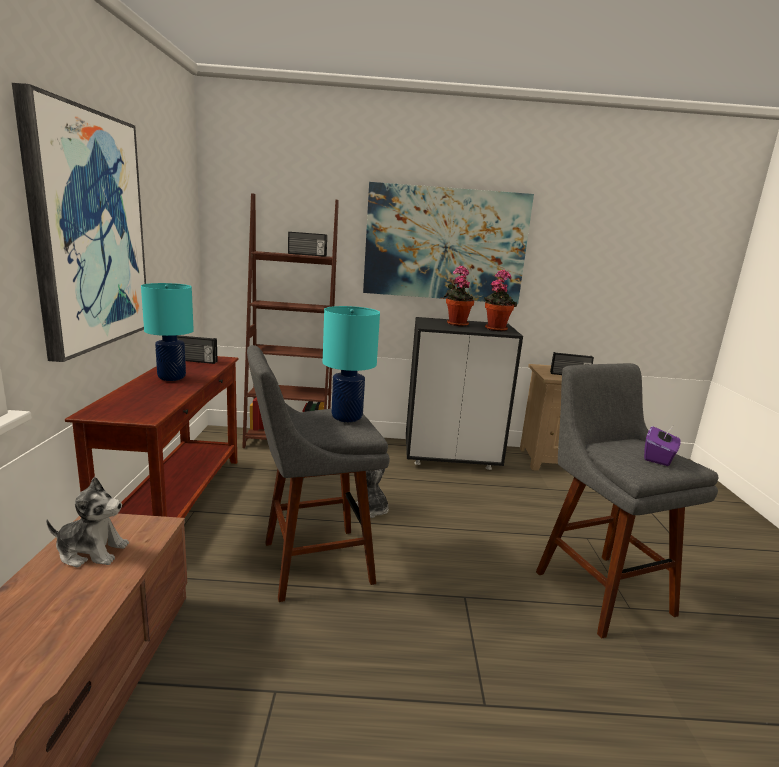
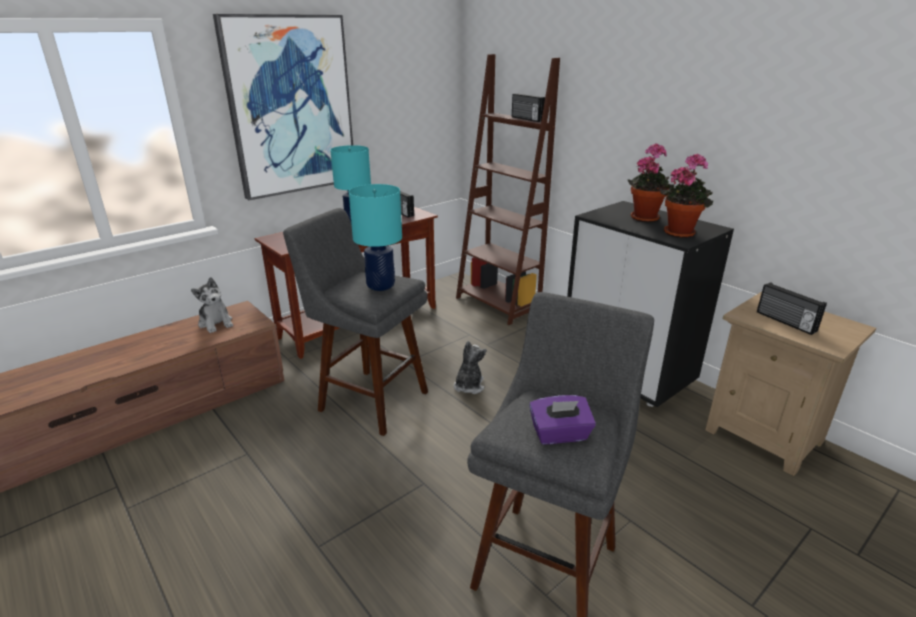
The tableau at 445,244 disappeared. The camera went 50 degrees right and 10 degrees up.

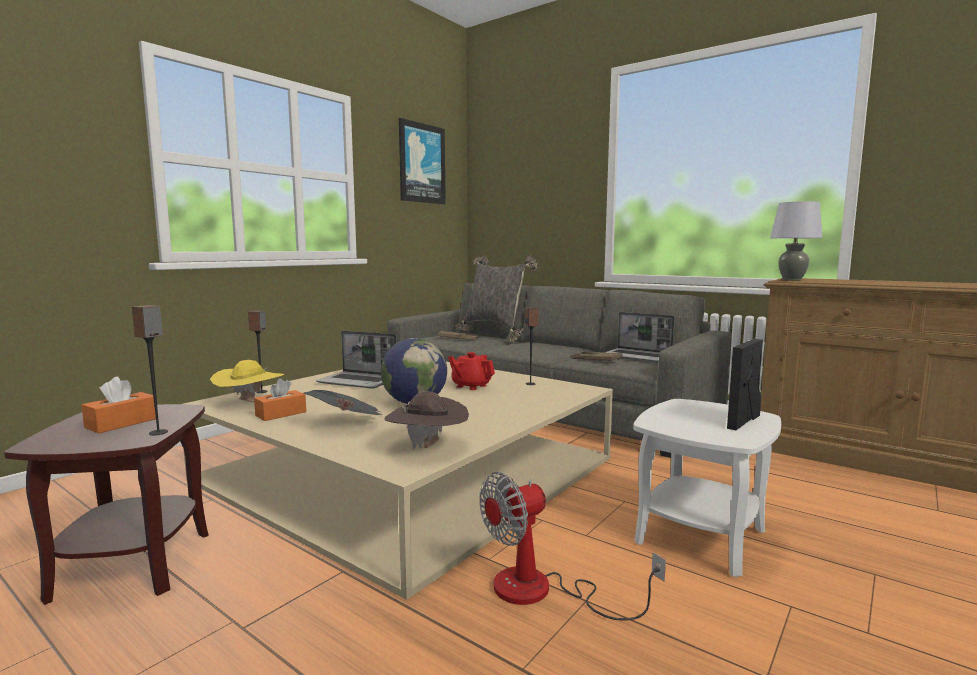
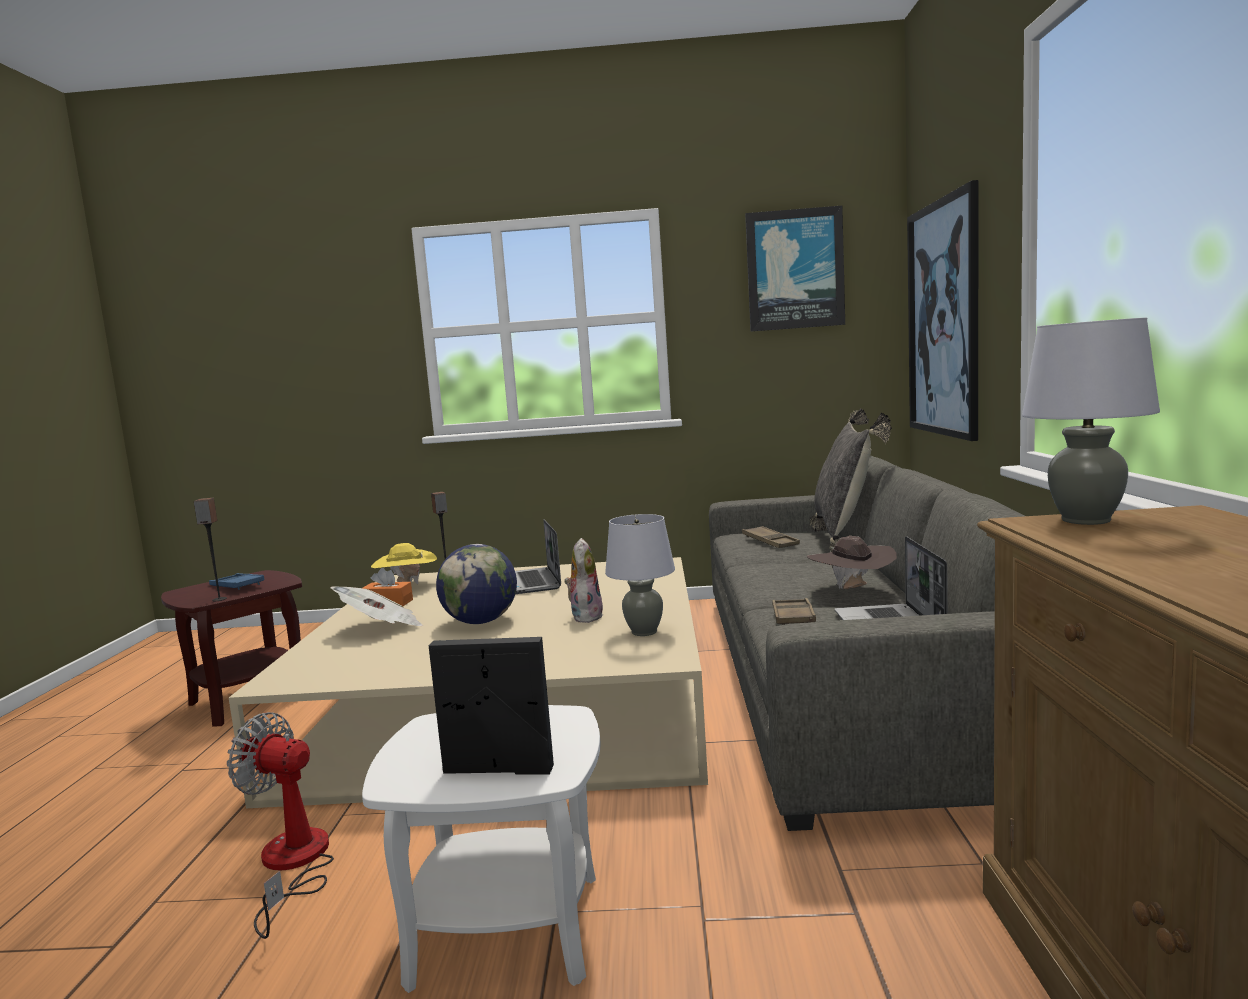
The tableau at 943,319 appeared. The chapeau (marron) moved from 428,447 to 852,590. The boîte à mouchoirs (orange) at 122,423 was replaced by the plateau (bleu) at 237,586. The théière (rouge) at 471,386 was replaced by the peluche at 585,616. The enceinte at 530,384 was replaced by the lampe de table (gris) at 644,632. The camera went 55 degrees right and 0 degrees up.

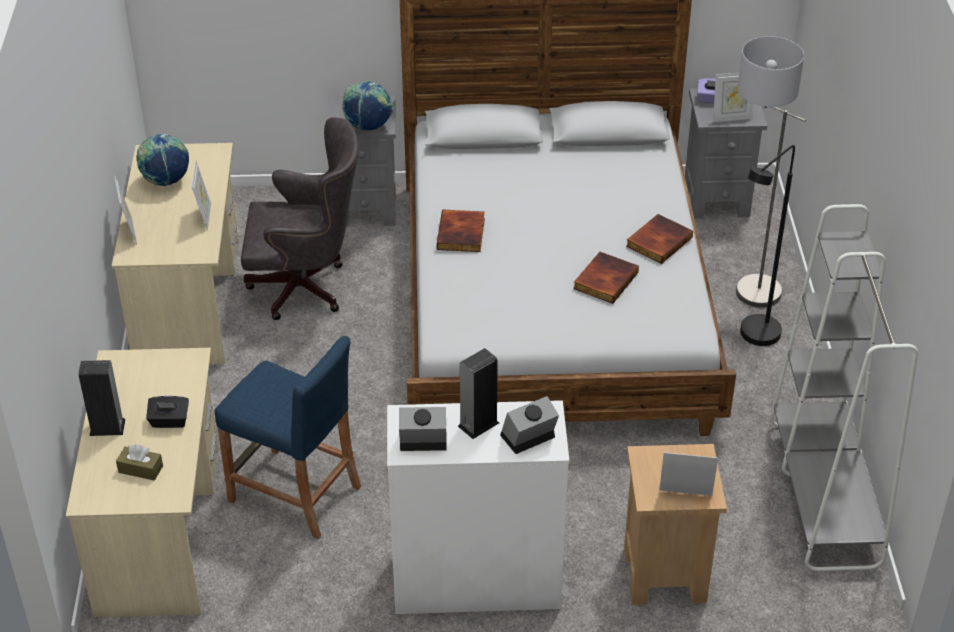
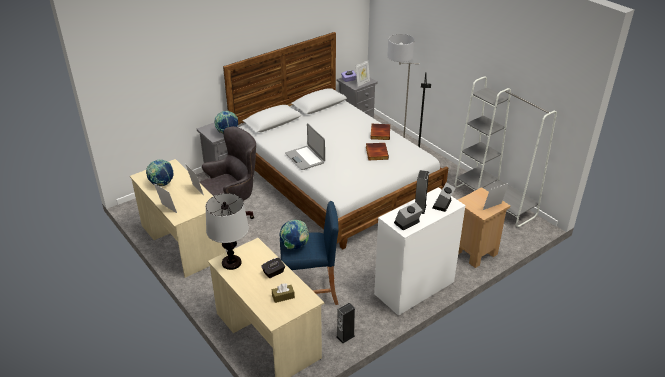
The lampe de table at 231,262 appeared. The globe at 294,246 appeared. The enceinte moved from 107,427 to 345,336. The livre at 462,234 was replaced by the ordinateur portable at 305,158. The camera went 35 degrees left and 5 degrees down.

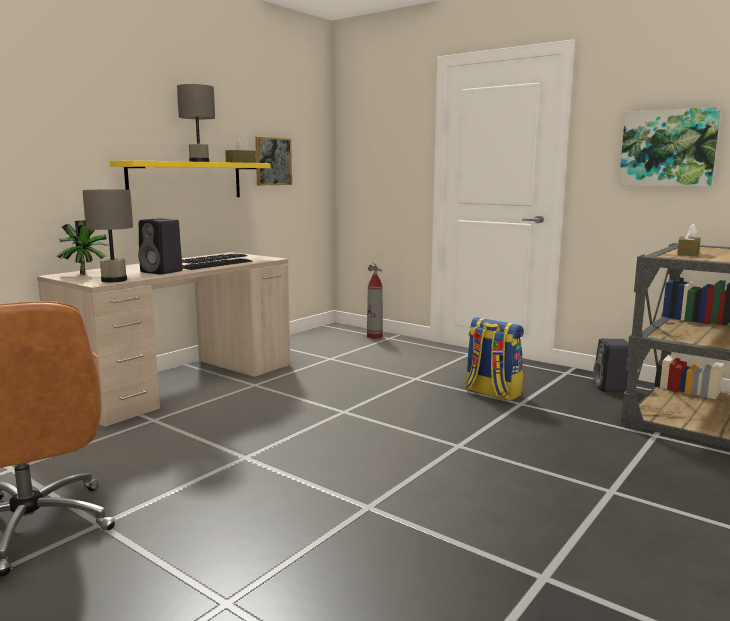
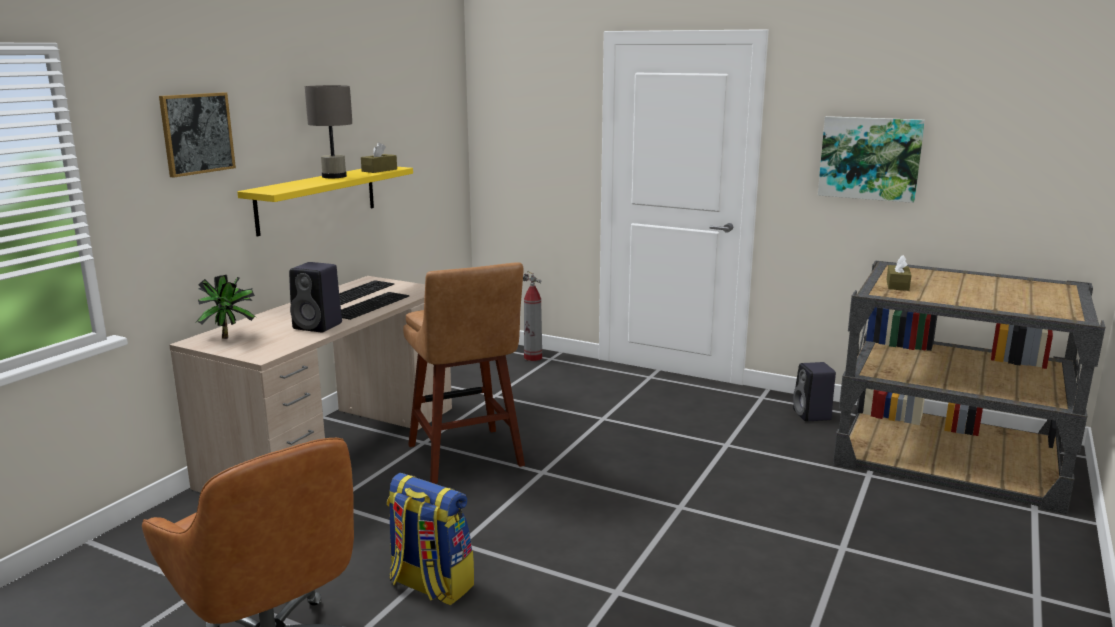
The lampe de table (gris) at 114,280 disappeared. The tabouret (marron) at 466,457 appeared. The tableau moved from 273,161 to 197,133. The sac à dos moved from 491,393 to 430,585. The camera went 10 degrees left and 5 degrees up.

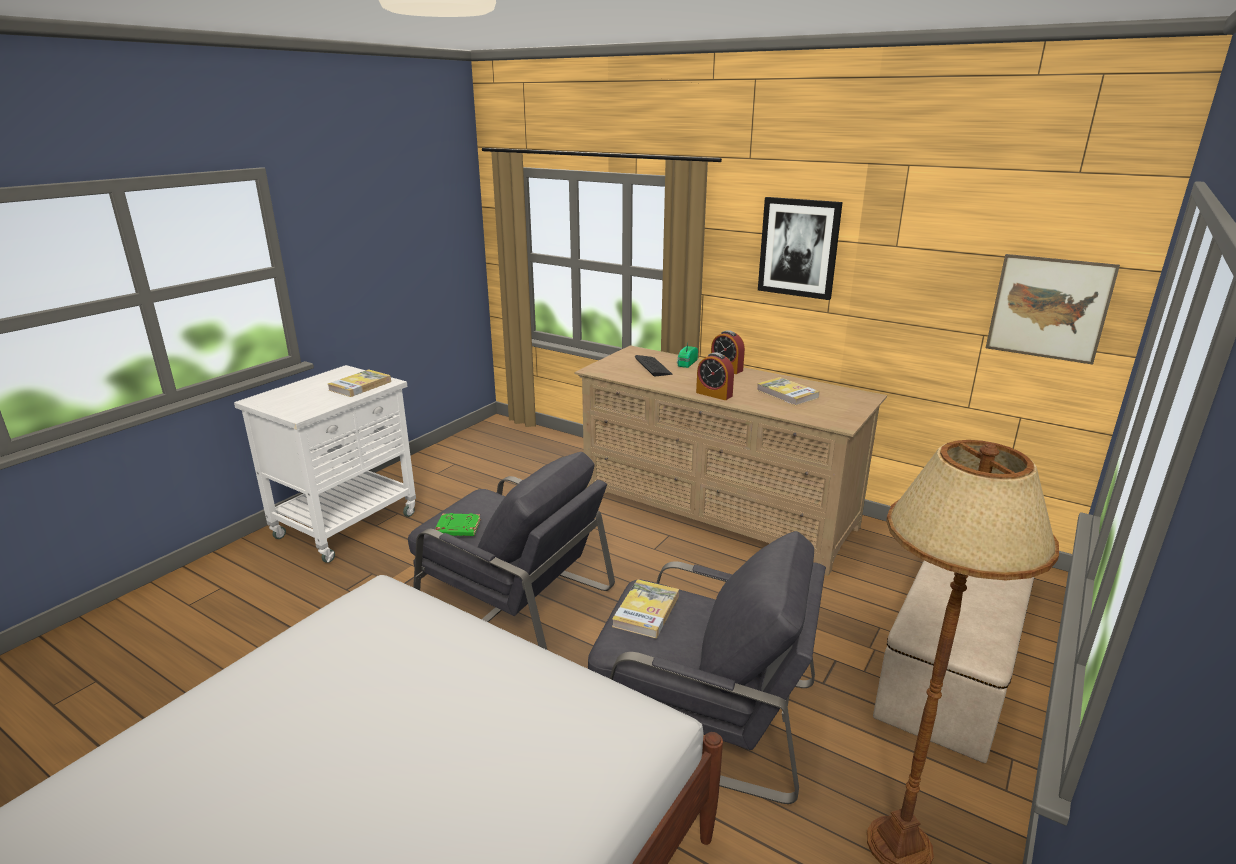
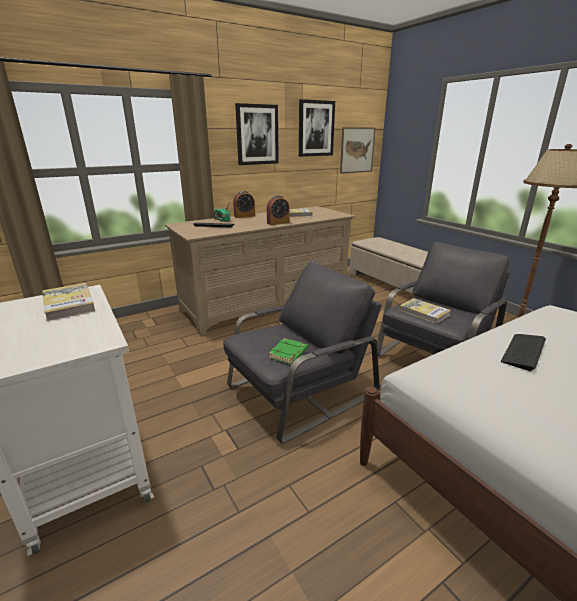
The tableau at 316,128 appeared. The clavier at 523,351 appeared. The camera went 65 degrees left and 0 degrees up.

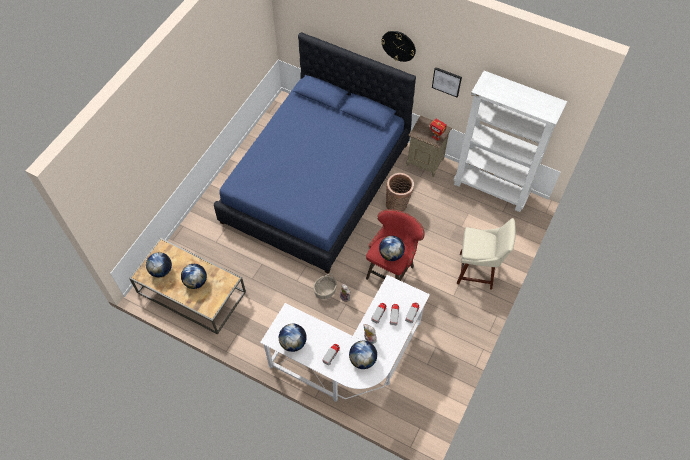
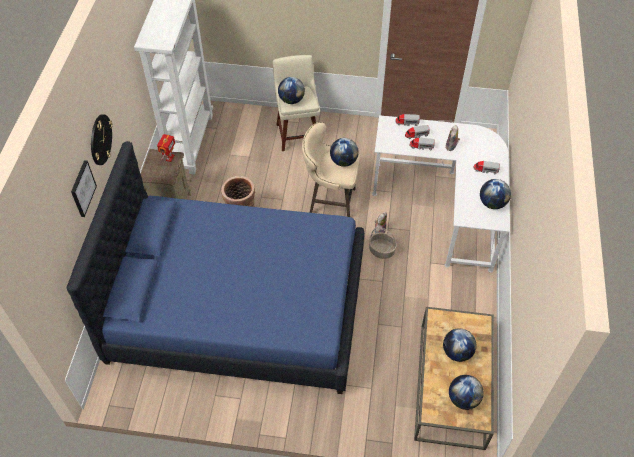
The globe moved from 362,359 to 291,100. The tableau moved from 447,81 to 82,188. The tabouret (rouge) at 391,271 became the tabouret (beige) at 329,200. The camera went 110 degrees left and 5 degrees down.

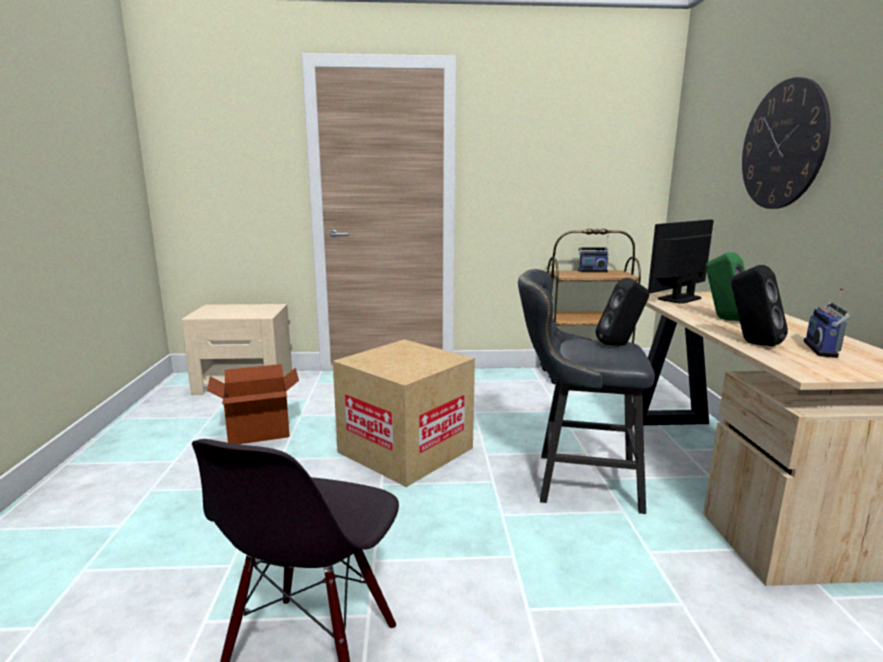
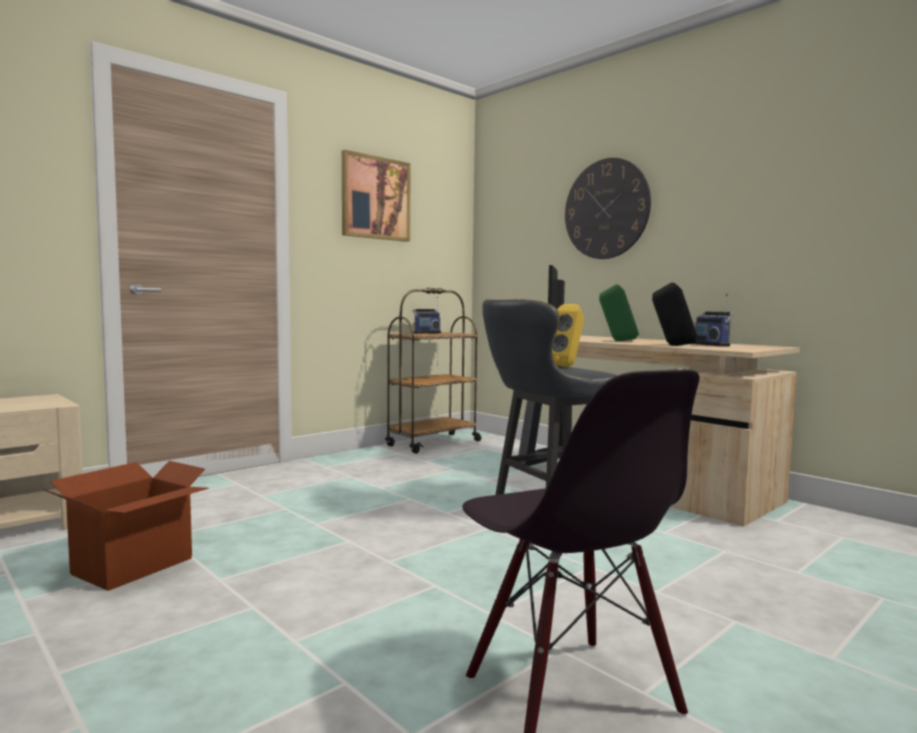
The carton at 405,450 disappeared. The tableau at 375,198 appeared. The enceinte (noir) at 620,345 became the enceinte (jaune) at 567,366. The camera went 40 degrees left and 10 degrees down.

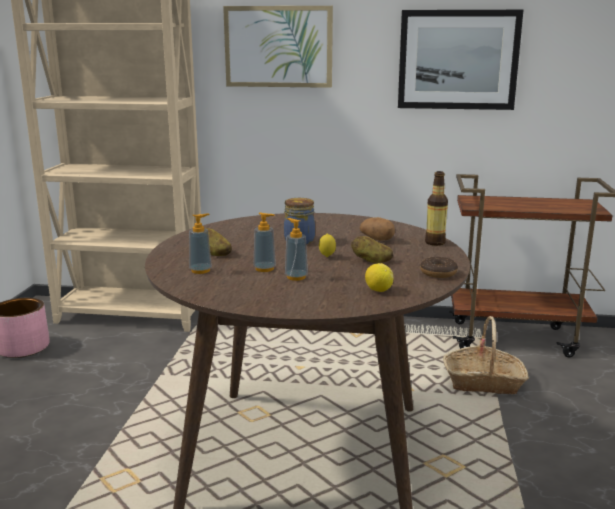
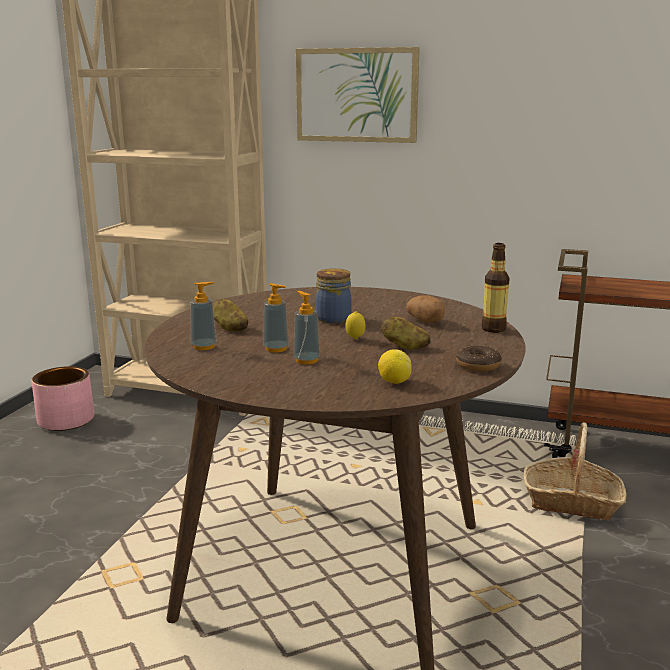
The tableau at 458,60 disappeared. The camera went 10 degrees right and 0 degrees up.

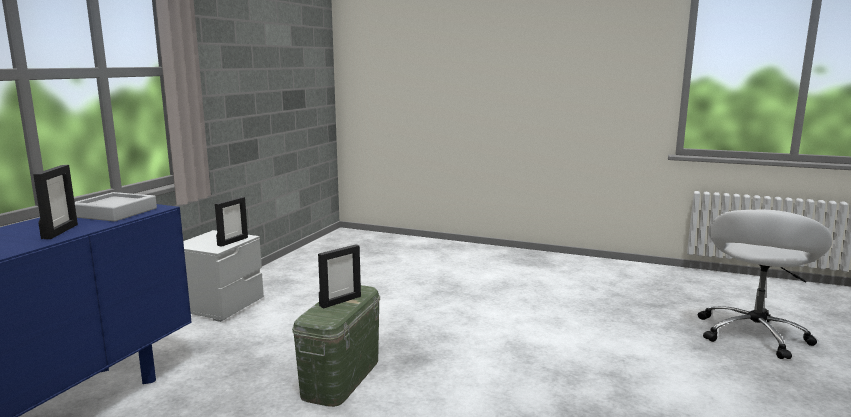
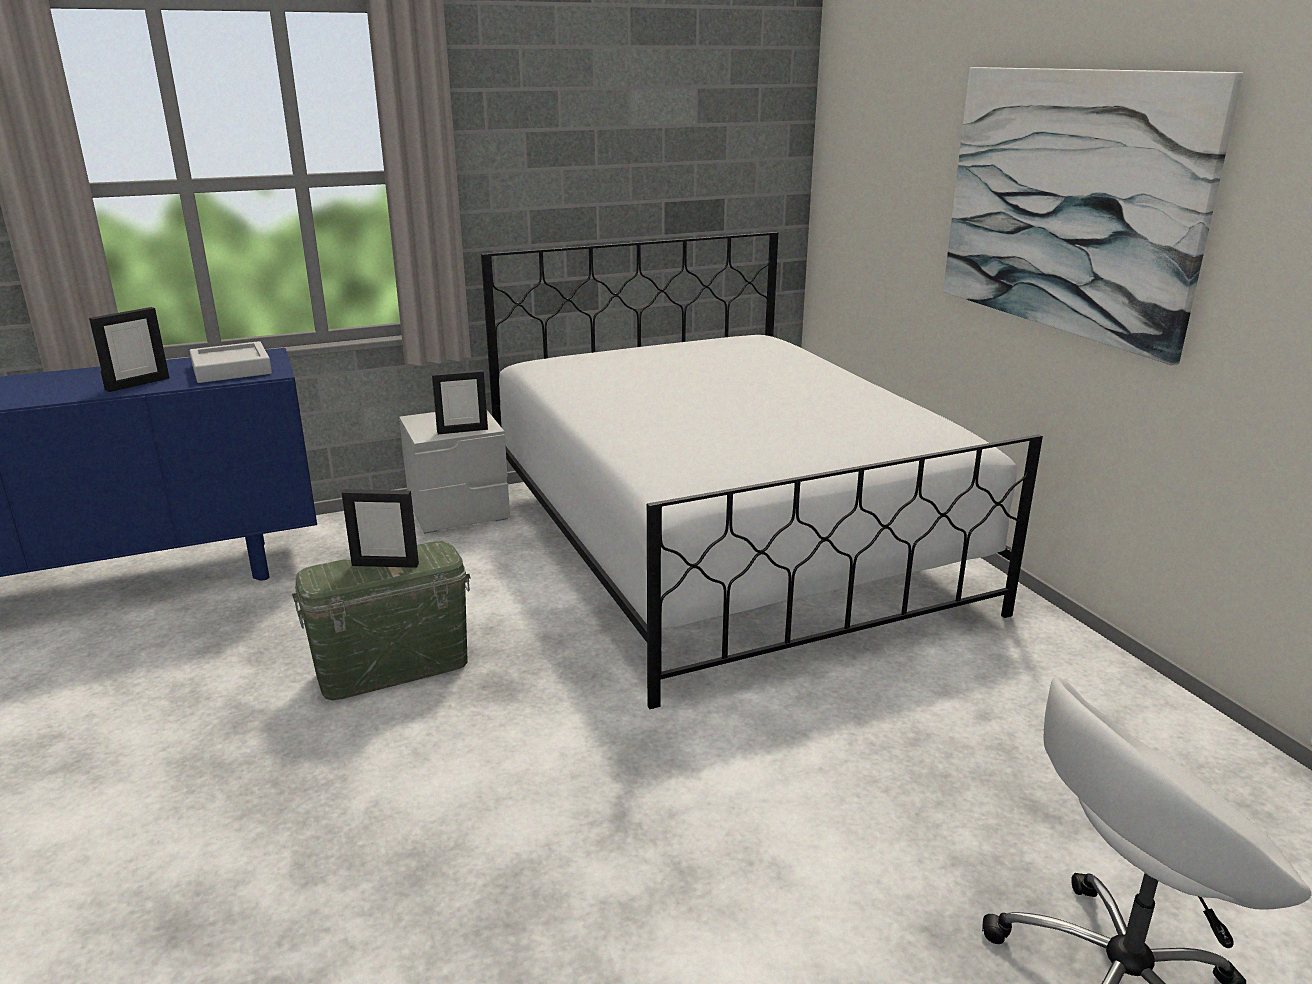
The lit (blanc) at 721,544 appeared. The tableau at 1069,202 appeared. The camera went 45 degrees right and 10 degrees up.

